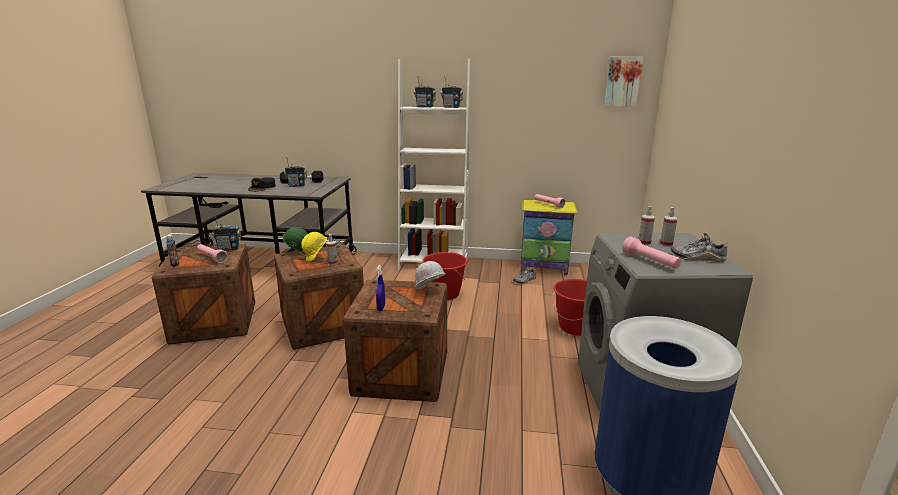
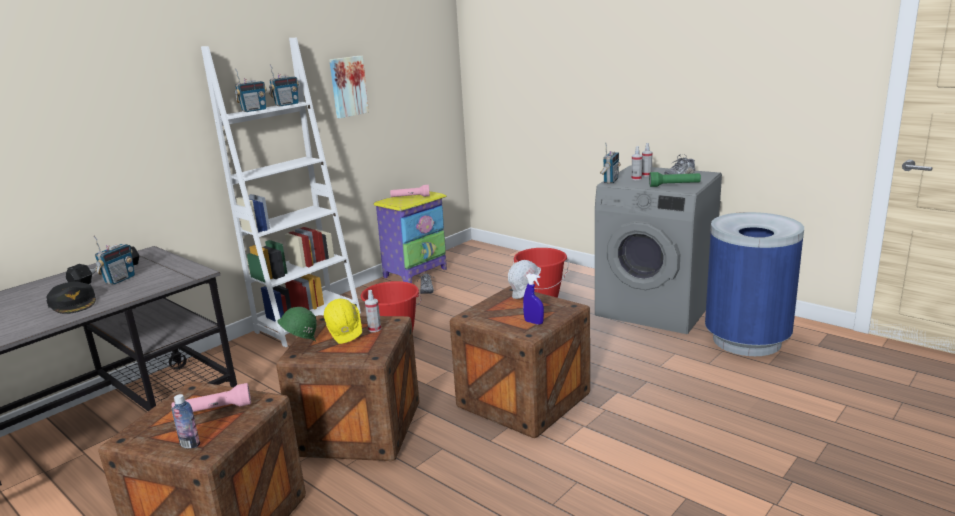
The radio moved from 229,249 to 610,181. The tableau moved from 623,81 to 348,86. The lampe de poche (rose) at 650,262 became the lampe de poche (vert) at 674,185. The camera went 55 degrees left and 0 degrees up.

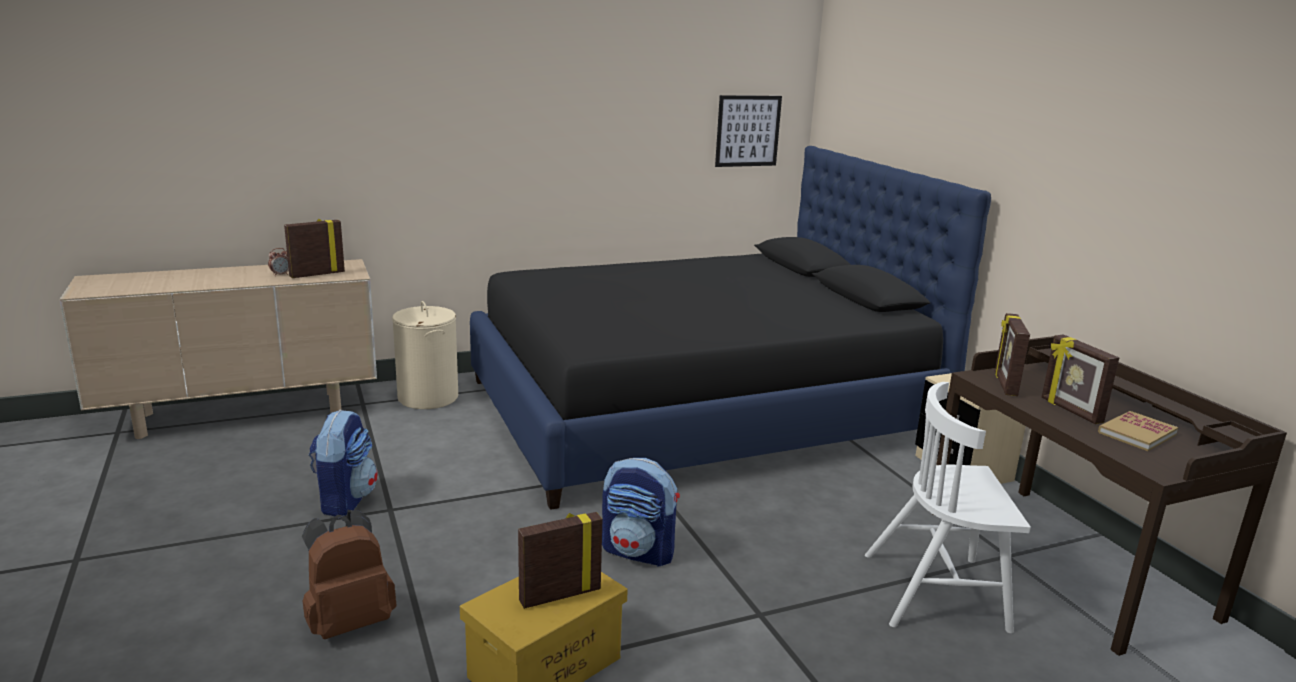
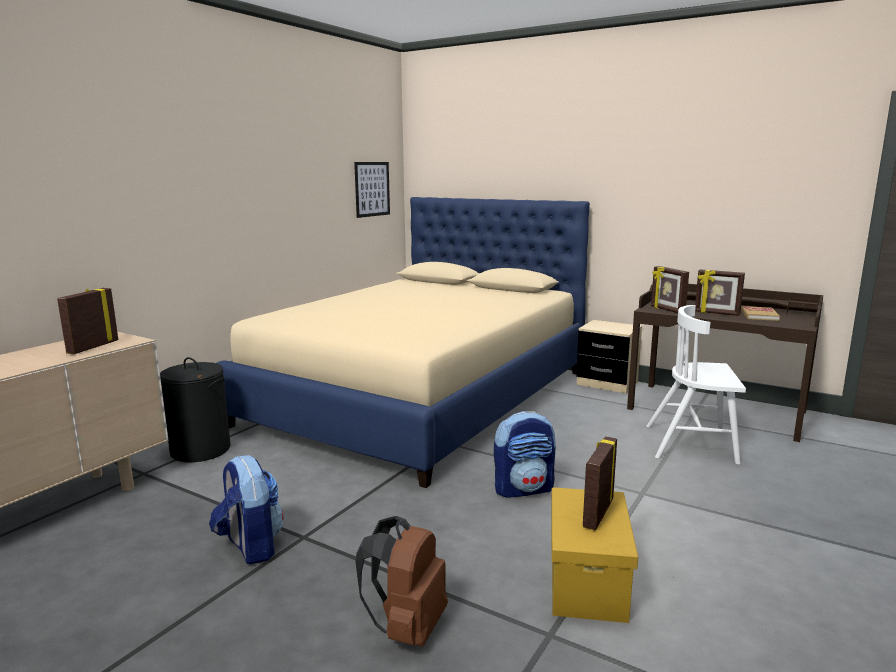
The réveil at 280,274 disappeared. The panier à linge (beige) at 428,397 became the panier à linge (noir) at 201,450. The lit (noir) at 700,410 became the lit (beige) at 422,397. The chaise (blanc) at 943,591 turned 45 degrees clockwise. The camera went 35 degrees left and 5 degrees down.

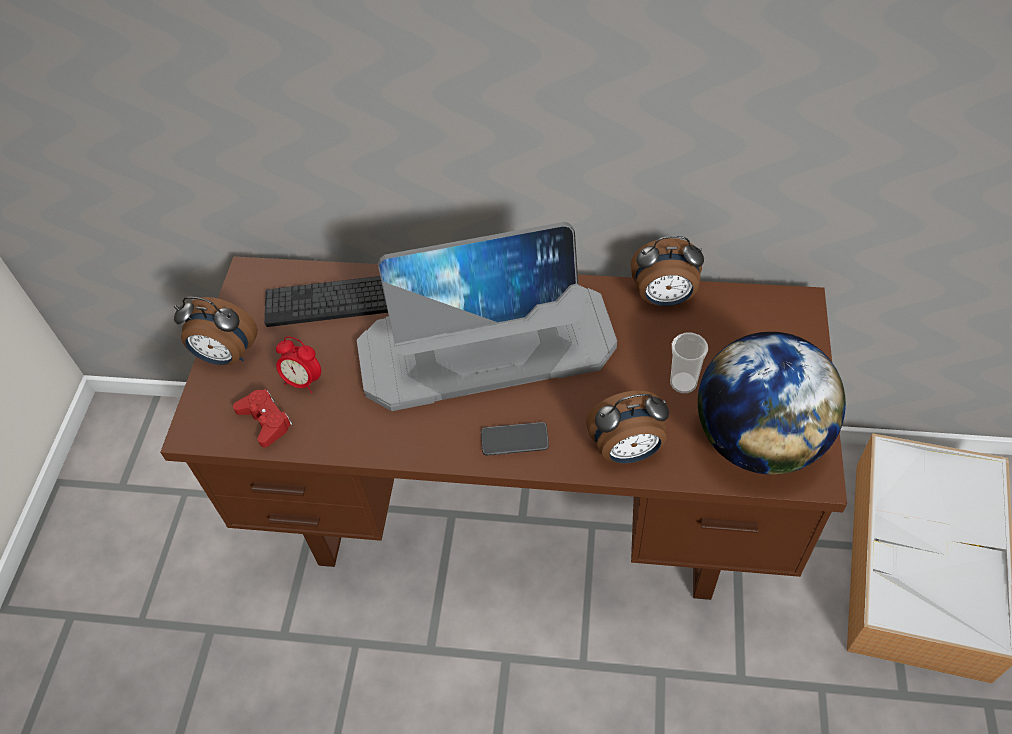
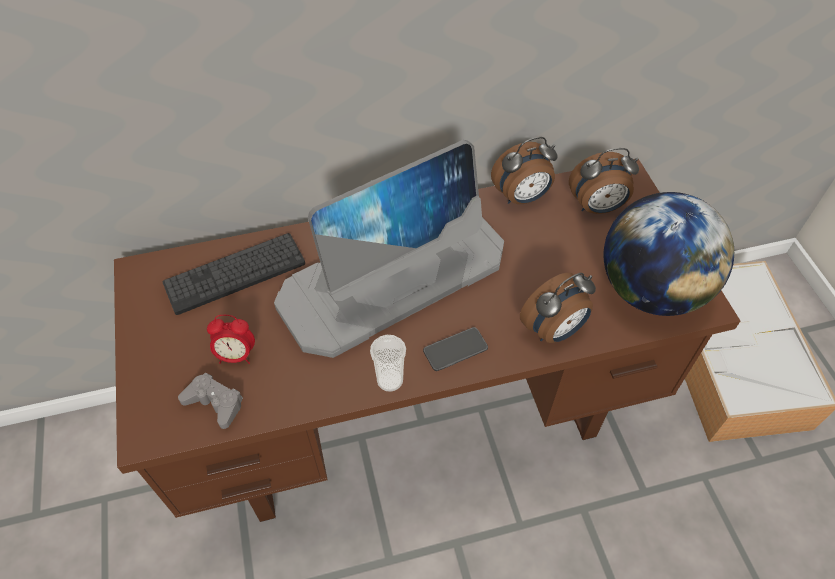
The réveil moved from 226,356 to 597,207. The tasse moved from 683,383 to 390,380. The manette (rouge) at 265,420 became the manette (gris) at 215,403. The camera went 25 degrees left and 0 degrees up.

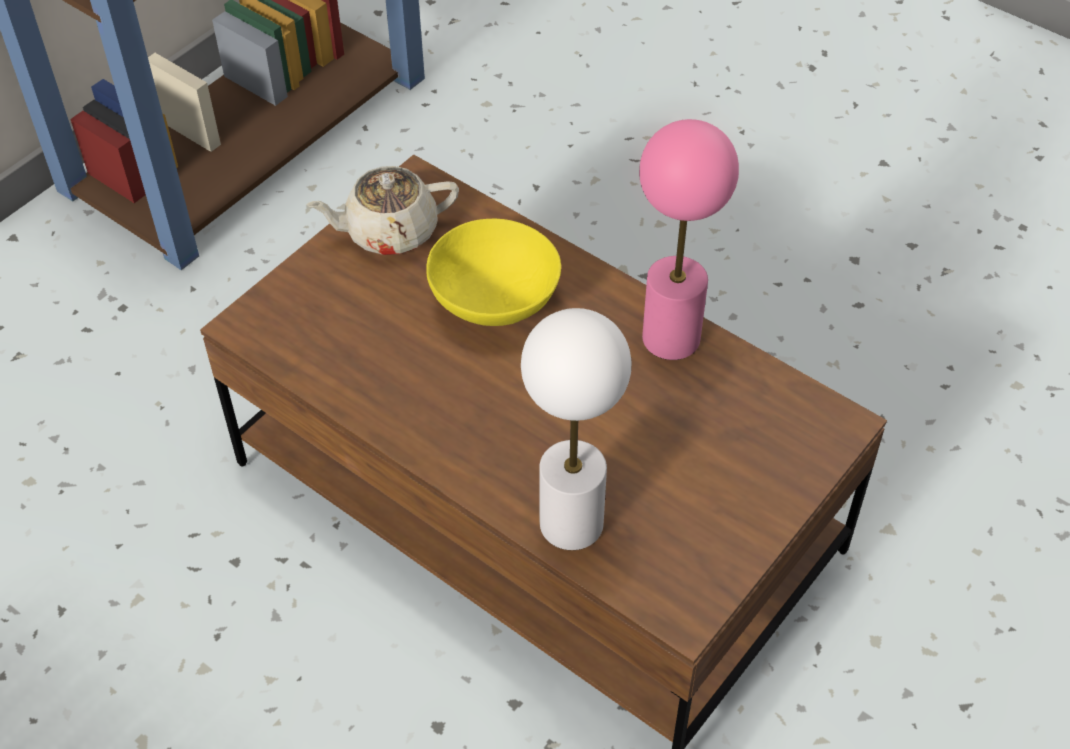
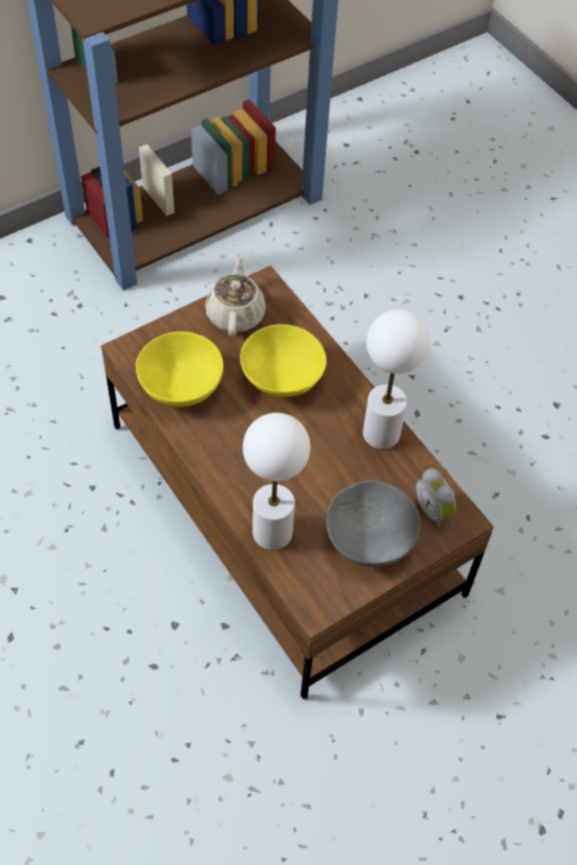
The bol (jaune) at 181,387 appeared. The bol (gris) at 369,540 appeared. The réveil at 433,510 appeared. The lampe de table (rose) at 670,337 became the lampe de table (blanc) at 381,433. The théière (beige) at 389,231 turned 90 degrees clockwise. The camera went 15 degrees right and 5 degrees up.

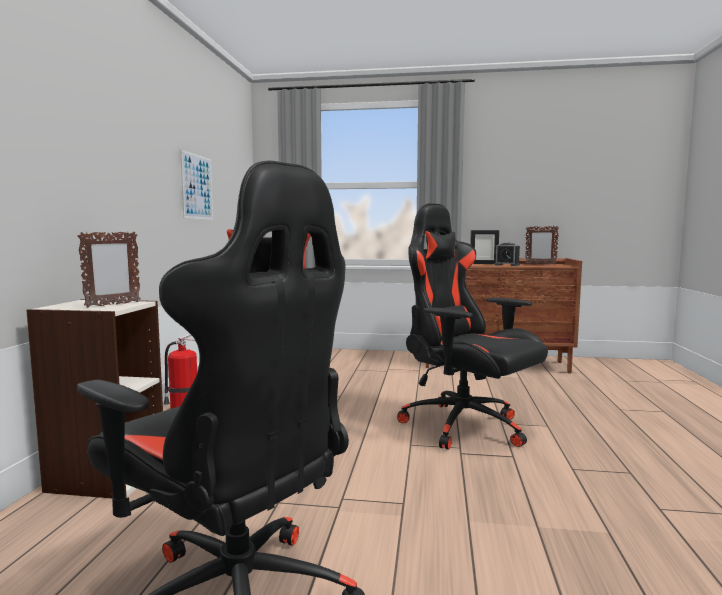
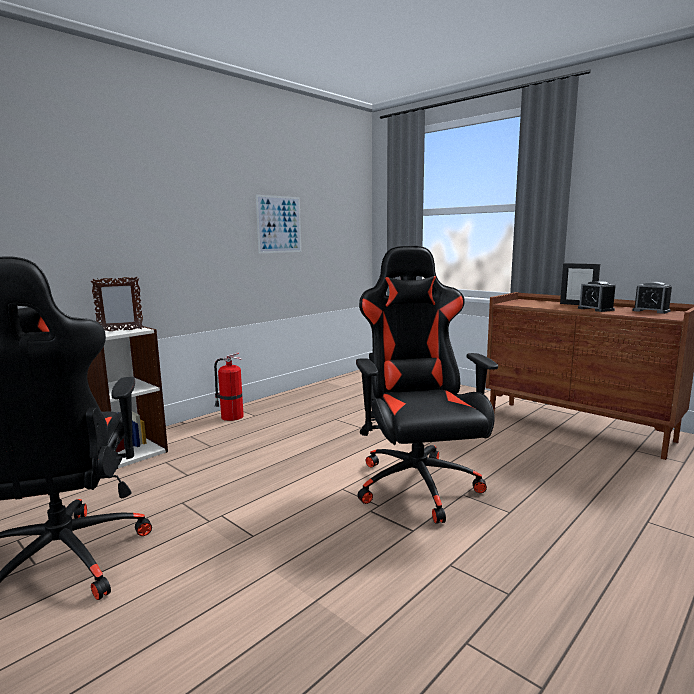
The cadre photo at 540,264 was replaced by the réveil at 651,311. The camera went 35 degrees right and 5 degrees up.

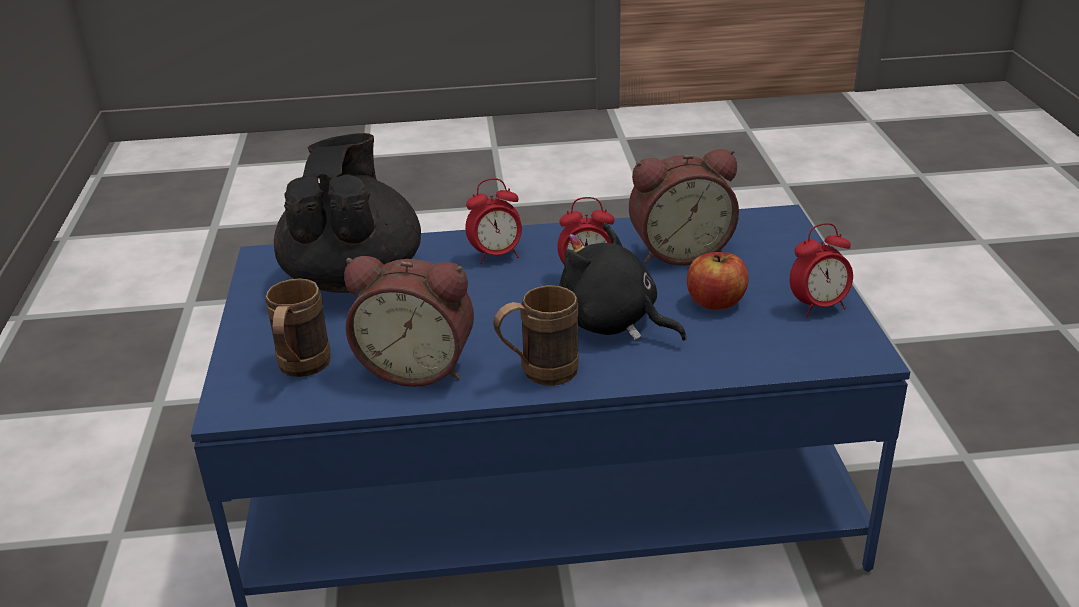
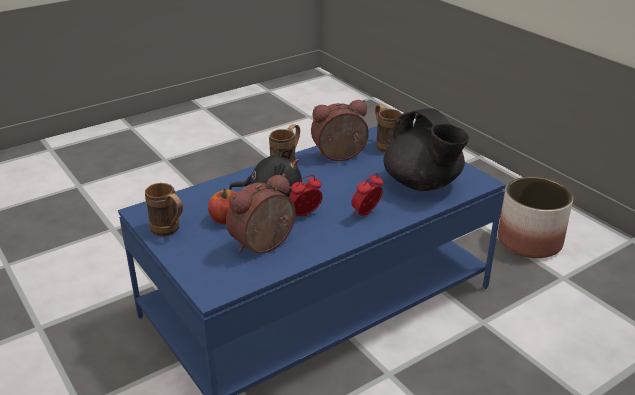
The cache-pot at 530,242 appeared. The réveil at 818,306 was replaced by the mug (marron) at 169,231. The camera went 150 degrees right and 0 degrees up.

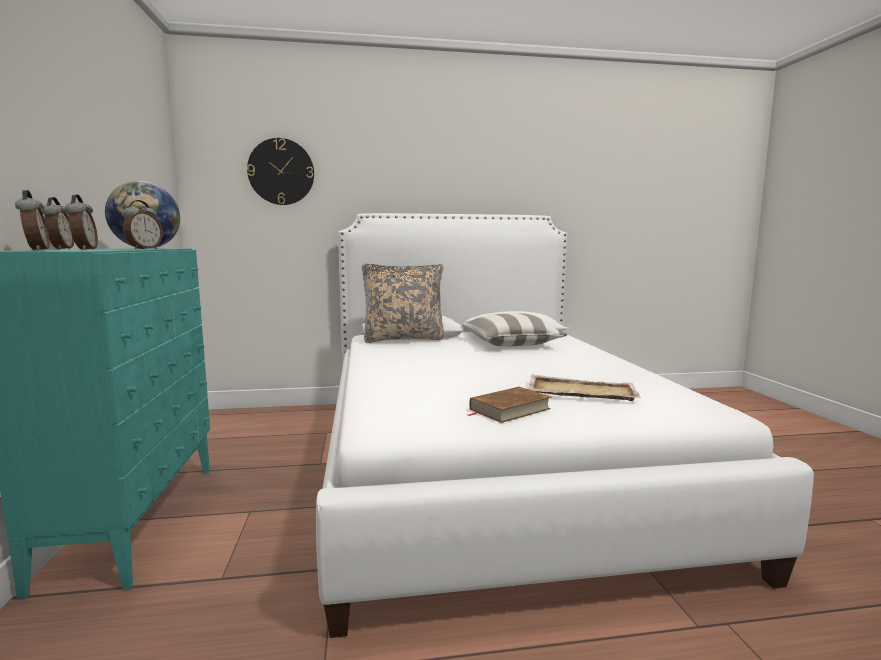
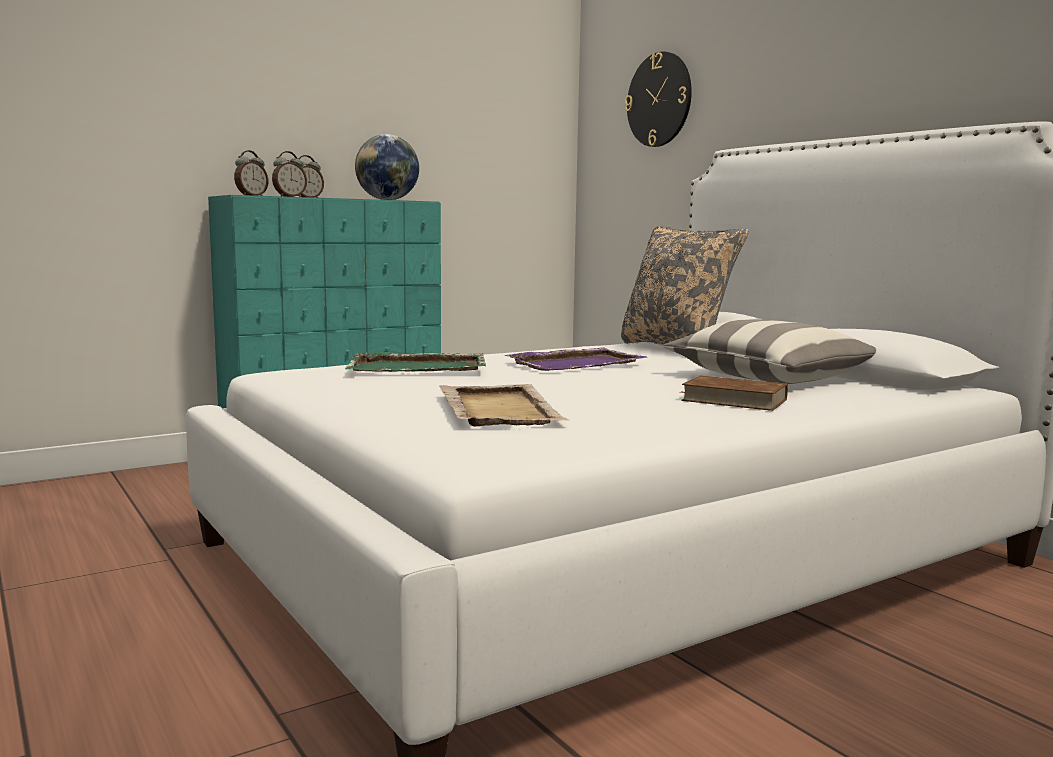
The réveil at 144,249 disappeared. The plateau (vert) at 419,367 appeared. The plateau (violet) at 577,364 appeared. The livre (marron) moved from 509,409 to 733,400. The camera went 65 degrees right and 0 degrees up.

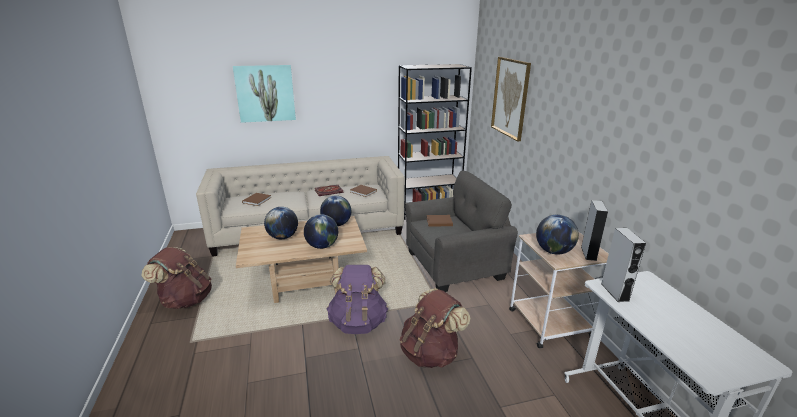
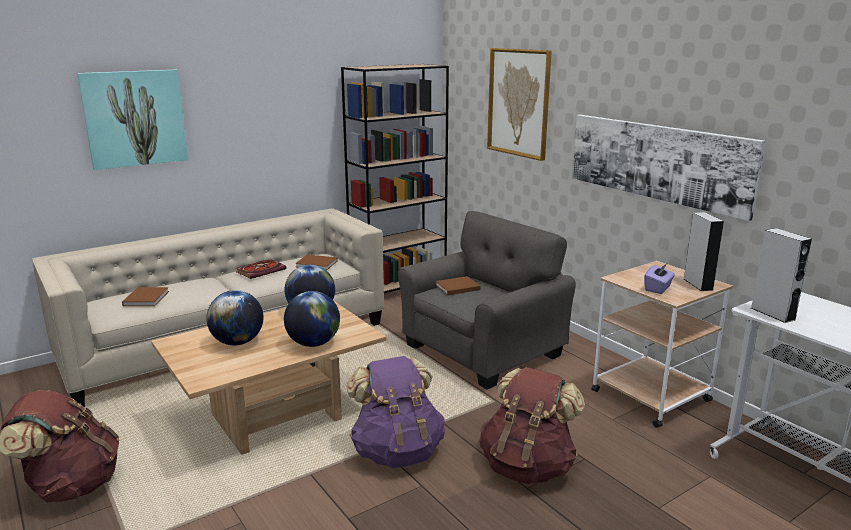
The tableau at 657,161 appeared. The globe at 553,251 was replaced by the boîte à mouchoirs (violet) at 658,288. The camera went 20 degrees left and 5 degrees down.

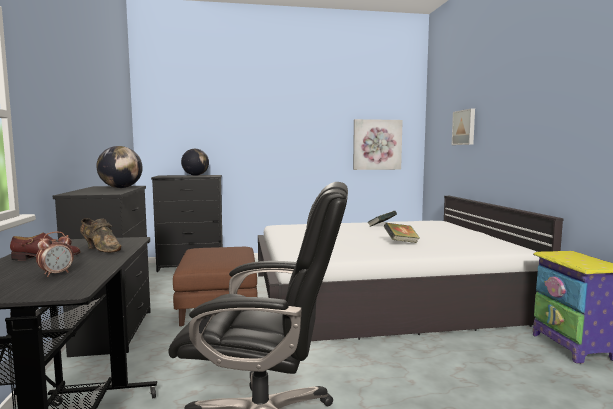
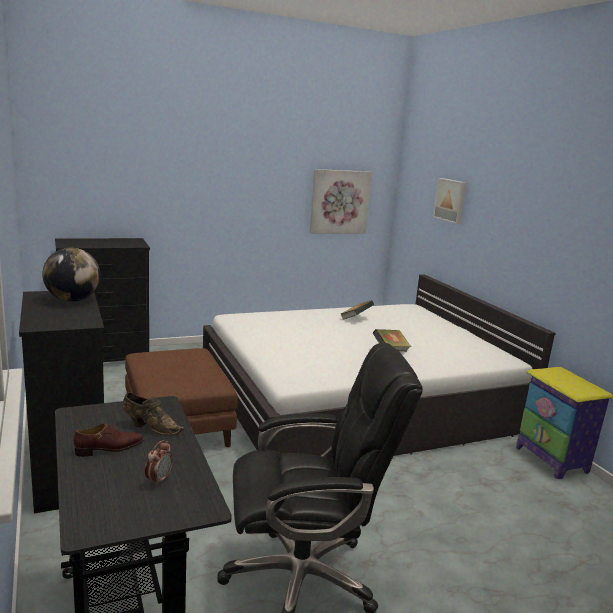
The globe at 195,175 disappeared. The camera went 15 degrees left and 10 degrees up.

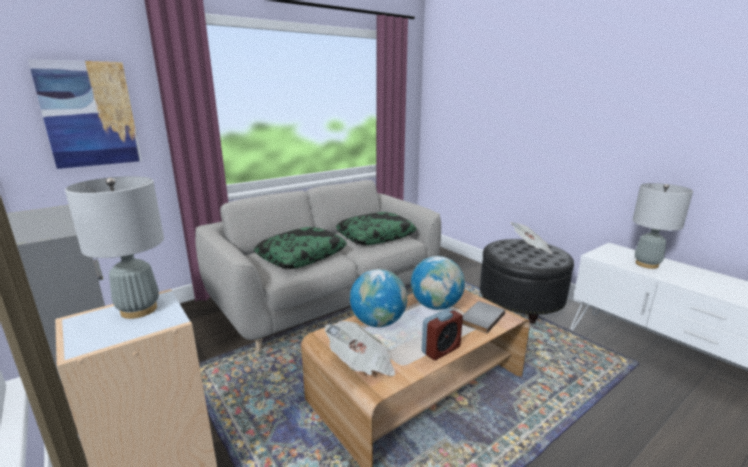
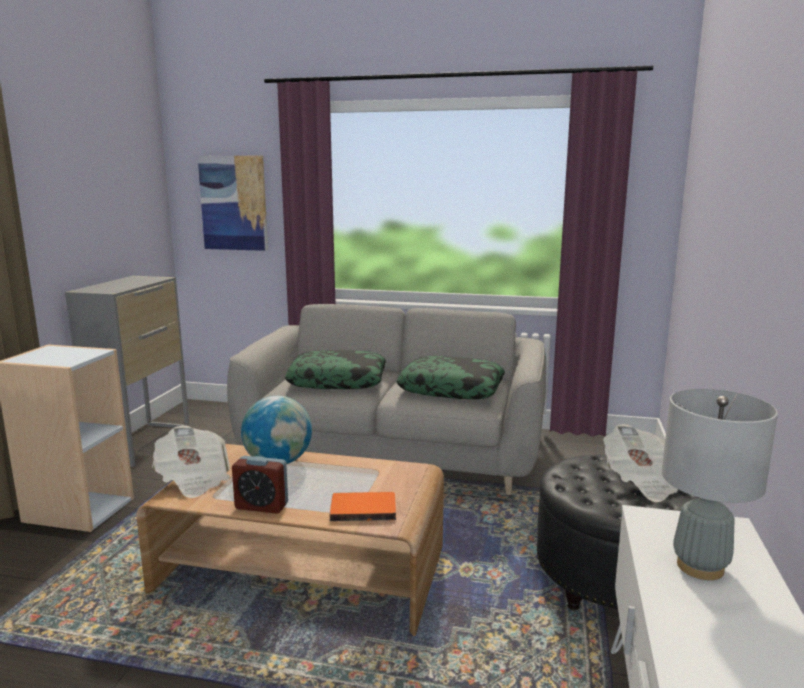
The lampe de table (gris) at 138,310 disappeared. The globe at 436,306 disappeared. The livre (gris) at 480,318 became the livre (orange) at 363,508. The camera went 50 degrees right and 5 degrees down.

